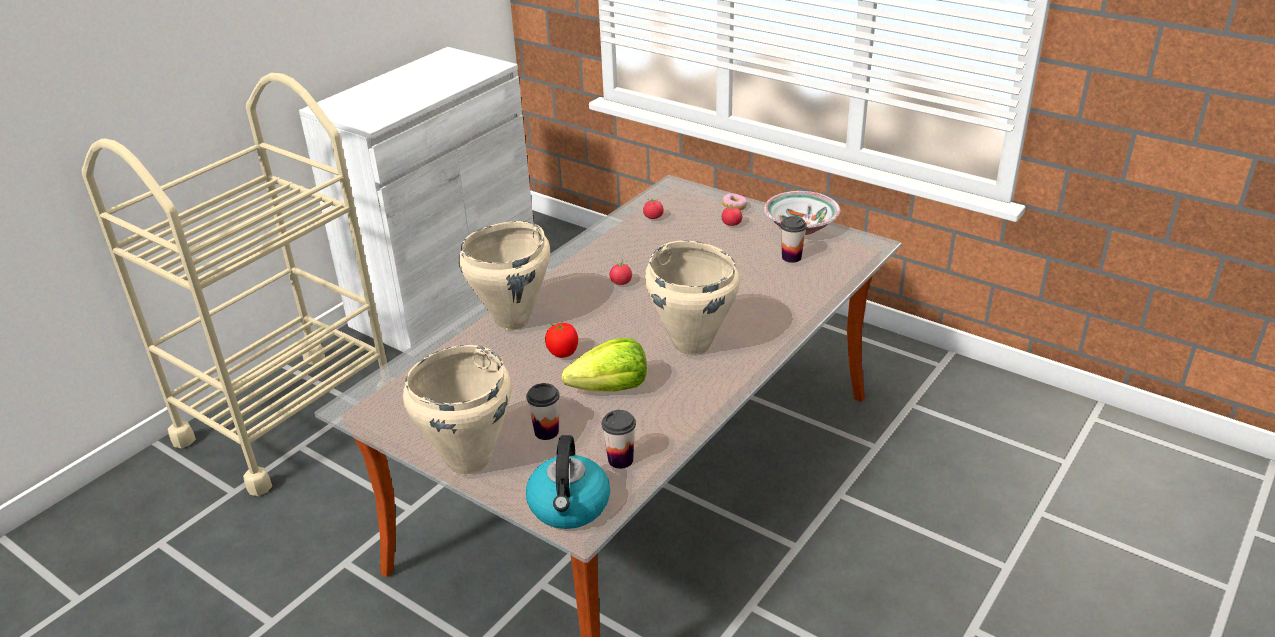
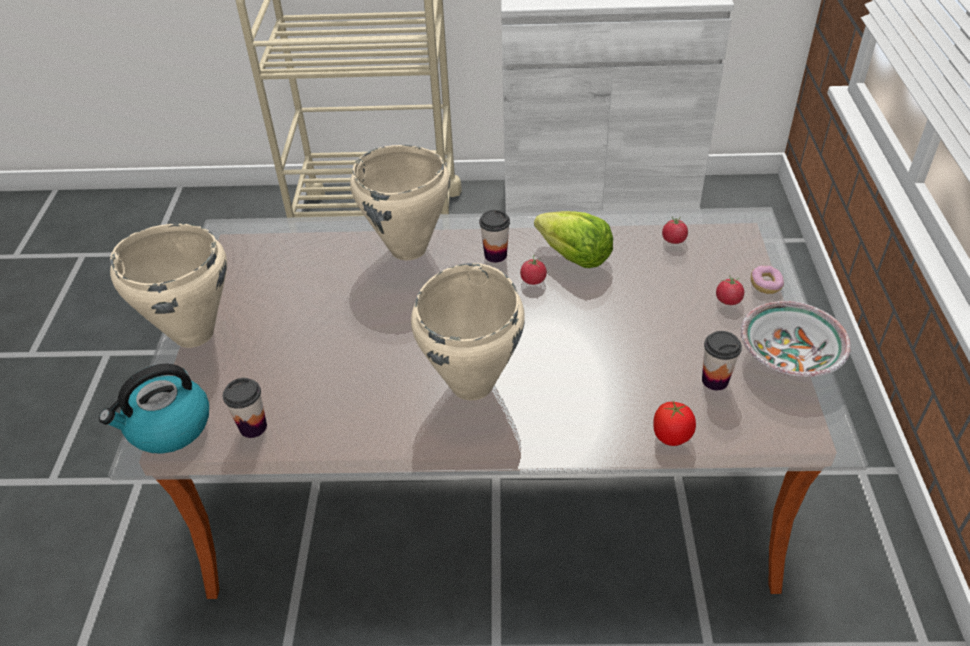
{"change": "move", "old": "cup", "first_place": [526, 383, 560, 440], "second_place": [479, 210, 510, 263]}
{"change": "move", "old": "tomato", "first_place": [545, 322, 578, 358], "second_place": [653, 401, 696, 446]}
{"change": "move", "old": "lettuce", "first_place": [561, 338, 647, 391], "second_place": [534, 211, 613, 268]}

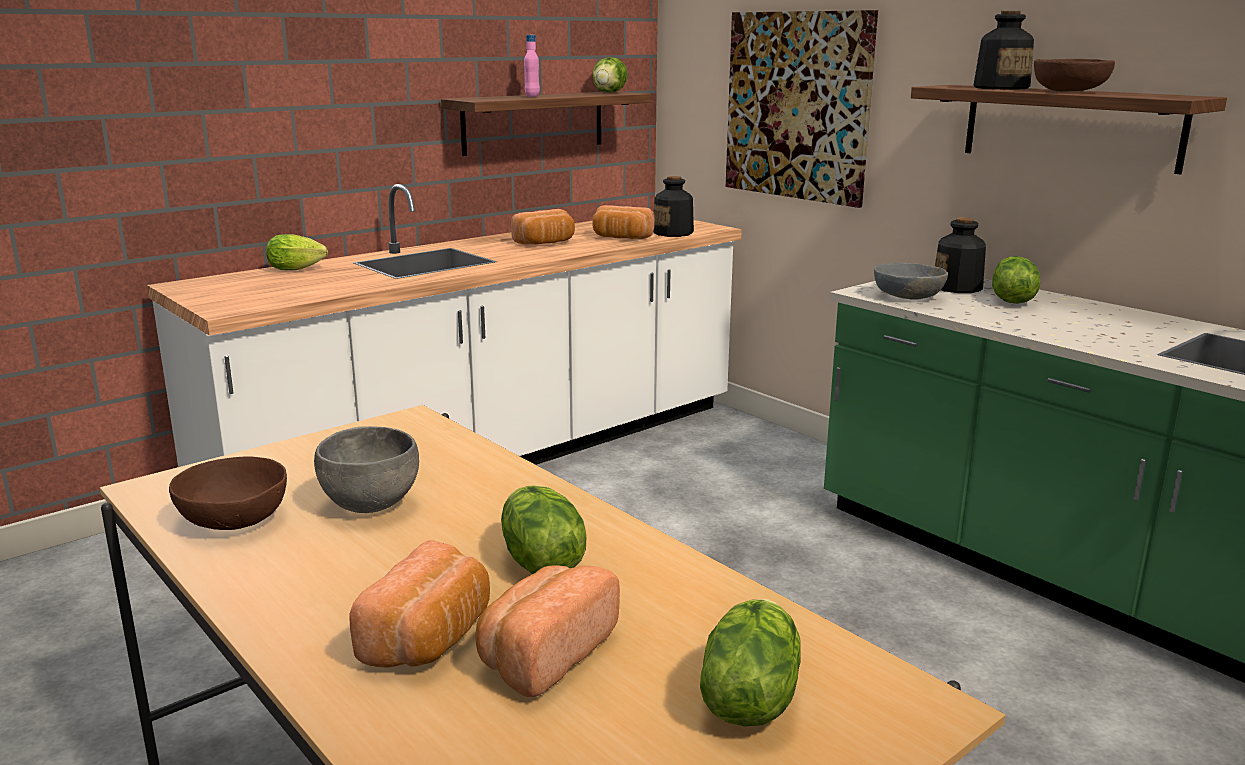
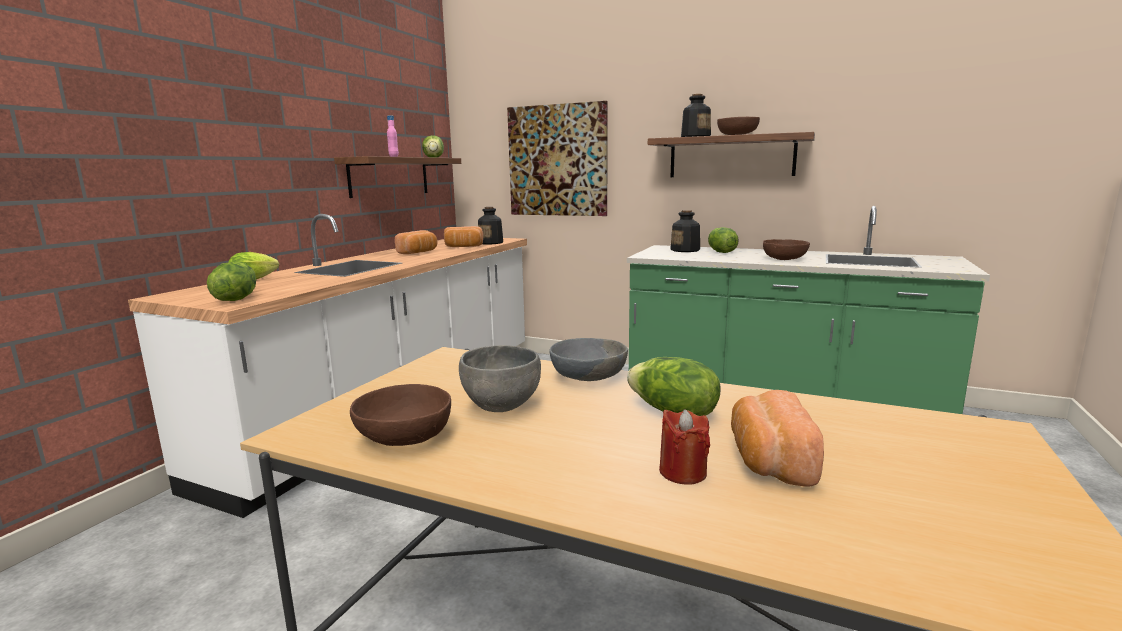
{"change": "replace", "old": "bread", "new": "red candle", "first_place": [349, 540, 490, 668], "second_place": [659, 409, 710, 485]}
{"change": "move", "old": "lettuce", "first_place": [700, 599, 801, 726], "second_place": [207, 262, 256, 301]}
{"change": "move", "old": "grey bowl", "first_place": [874, 263, 948, 299], "second_place": [549, 338, 628, 381]}
{"change": "insert", "new": "brown bowl", "second_place": [763, 239, 810, 260]}

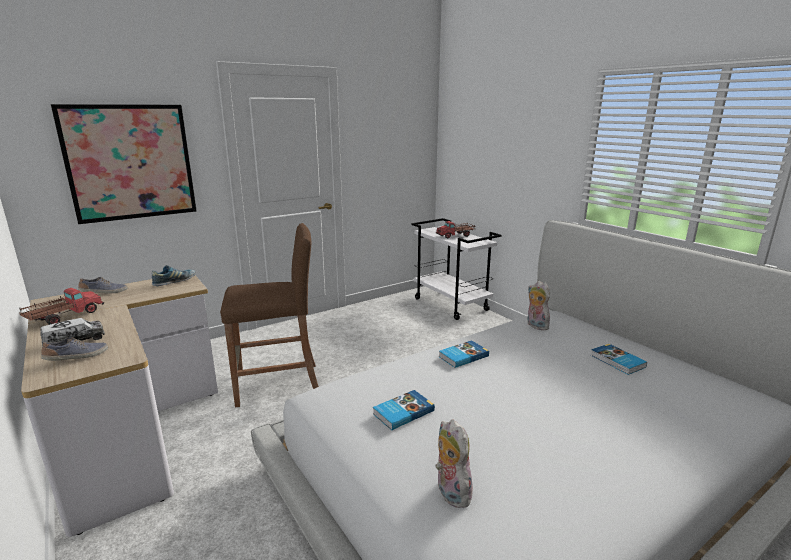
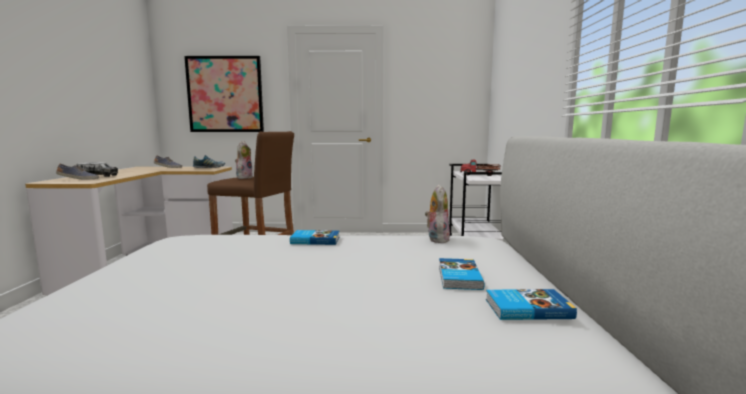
{"change": "delete", "old": "toy truck", "first_place": [19, 288, 104, 325]}
{"change": "move", "old": "book", "first_place": [373, 390, 435, 430], "second_place": [486, 289, 577, 320]}
{"change": "move", "old": "plush toy", "first_place": [435, 419, 473, 508], "second_place": [235, 141, 253, 179]}

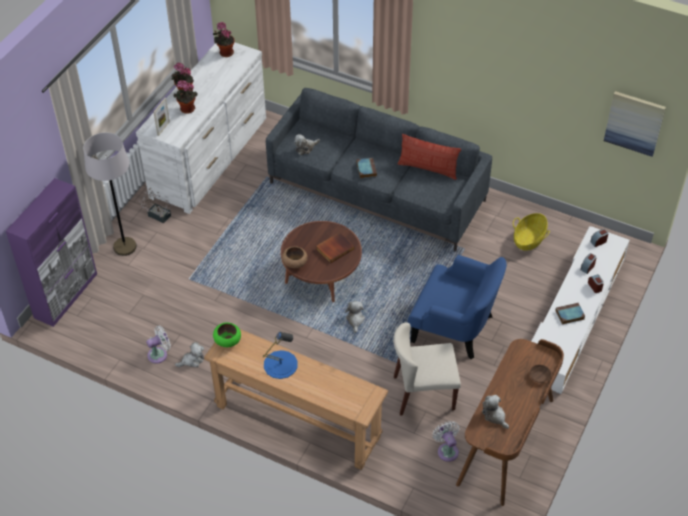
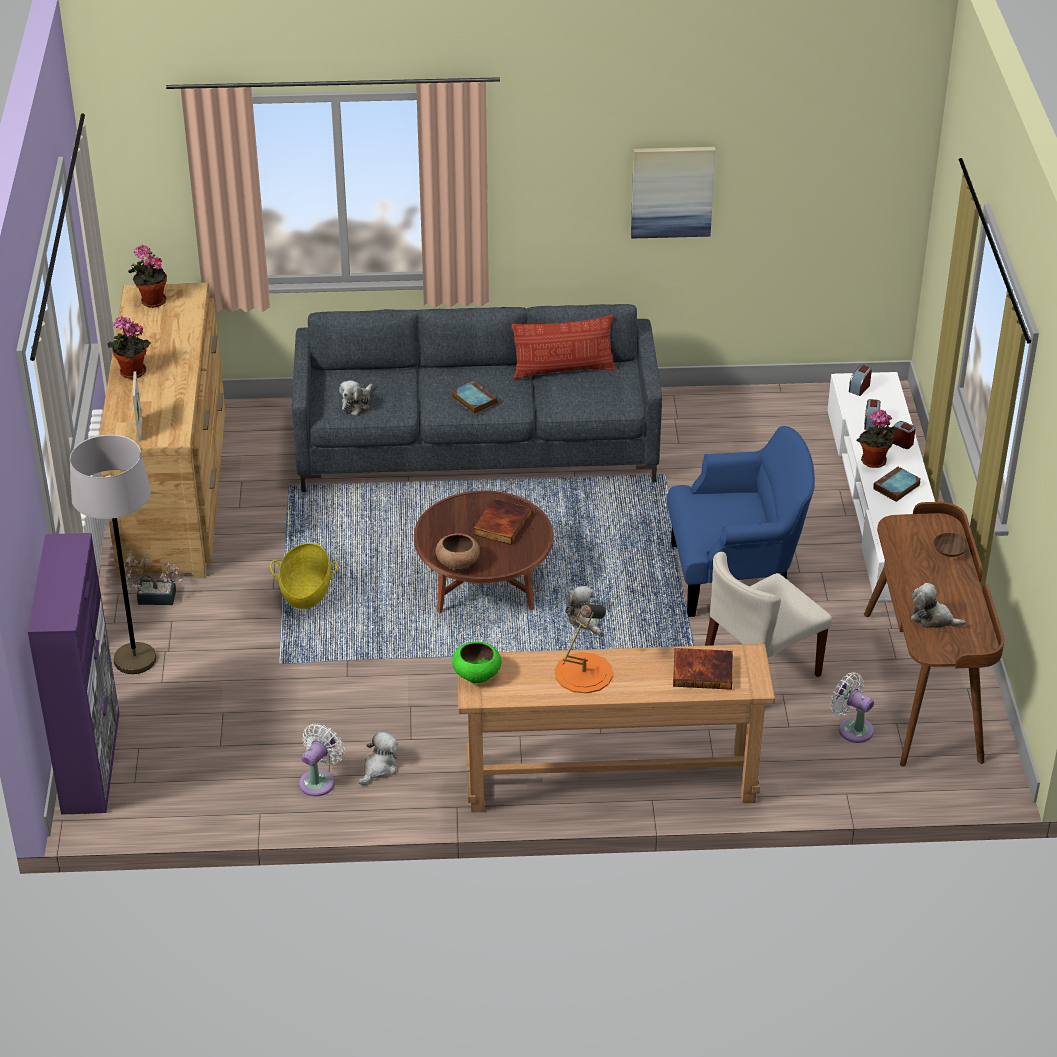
{"change": "recolor", "old": "white dresser", "new": "brown dresser", "first_place": [136, 42, 266, 214], "second_place": [99, 283, 225, 580]}
{"change": "move", "old": "potted plant", "first_place": [173, 80, 198, 114], "second_place": [856, 410, 896, 468]}
{"change": "recolor", "old": "blue table lamp", "new": "orange table lamp", "first_place": [263, 332, 298, 379], "second_place": [555, 604, 613, 694]}
{"change": "move", "old": "basket", "first_place": [513, 213, 550, 251], "second_place": [270, 543, 338, 609]}
{"change": "move", "old": "picture", "first_place": [604, 91, 666, 157], "second_place": [631, 147, 715, 239]}
{"change": "insert", "new": "book", "second_place": [673, 648, 733, 690]}

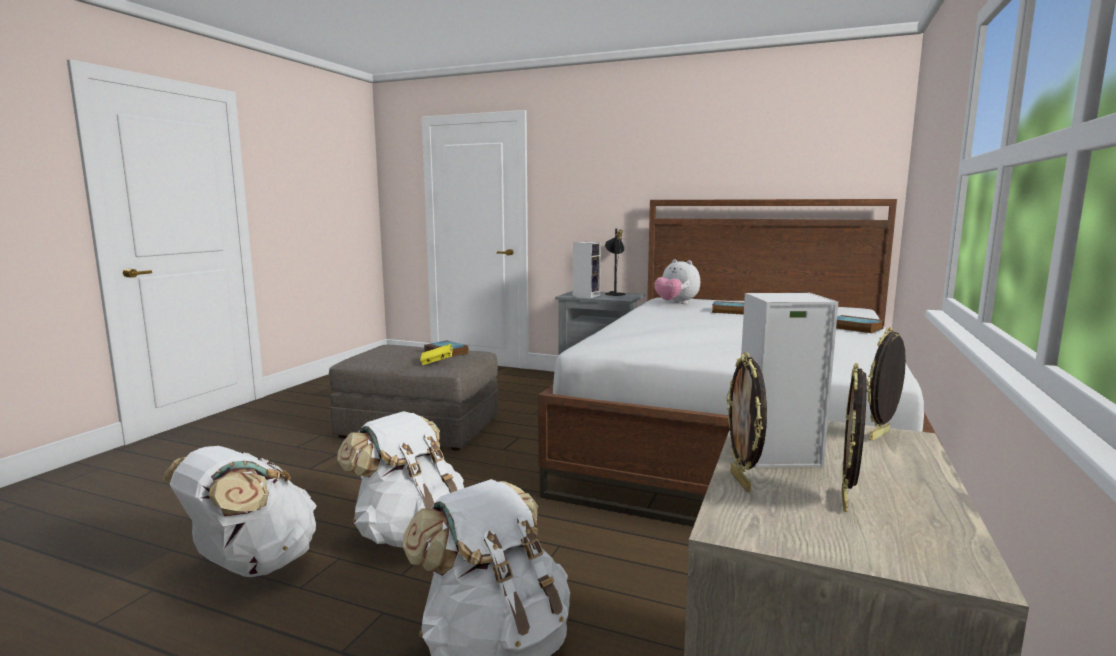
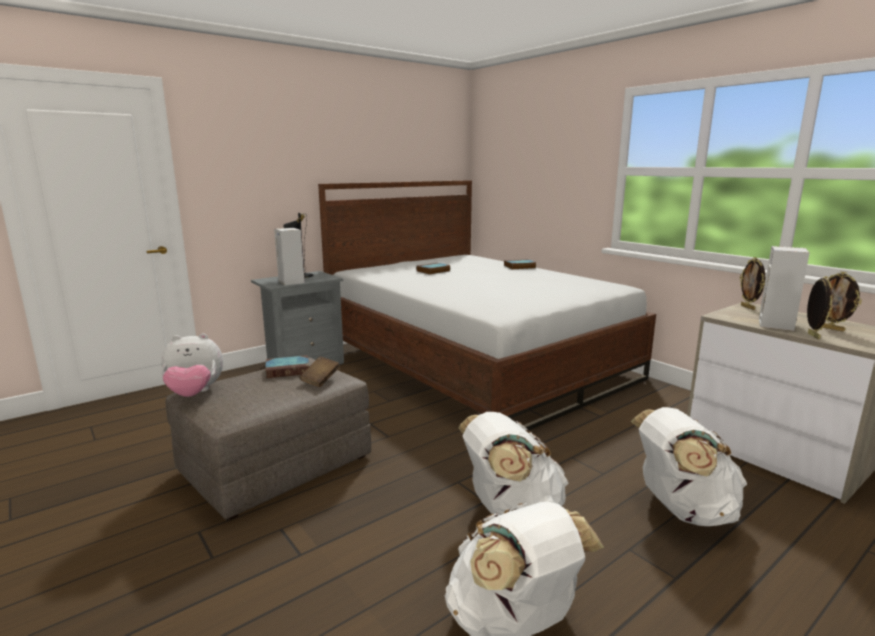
{"change": "recolor", "old": "yellow book", "new": "brown book", "first_place": [420, 344, 453, 365], "second_place": [300, 356, 339, 387]}
{"change": "move", "old": "plush toy", "first_place": [654, 259, 700, 304], "second_place": [161, 333, 223, 397]}
{"change": "rotate", "old": "picture frame", "first_place": [727, 352, 767, 492], "second_place": [807, 276, 832, 340], "degrees": -105}

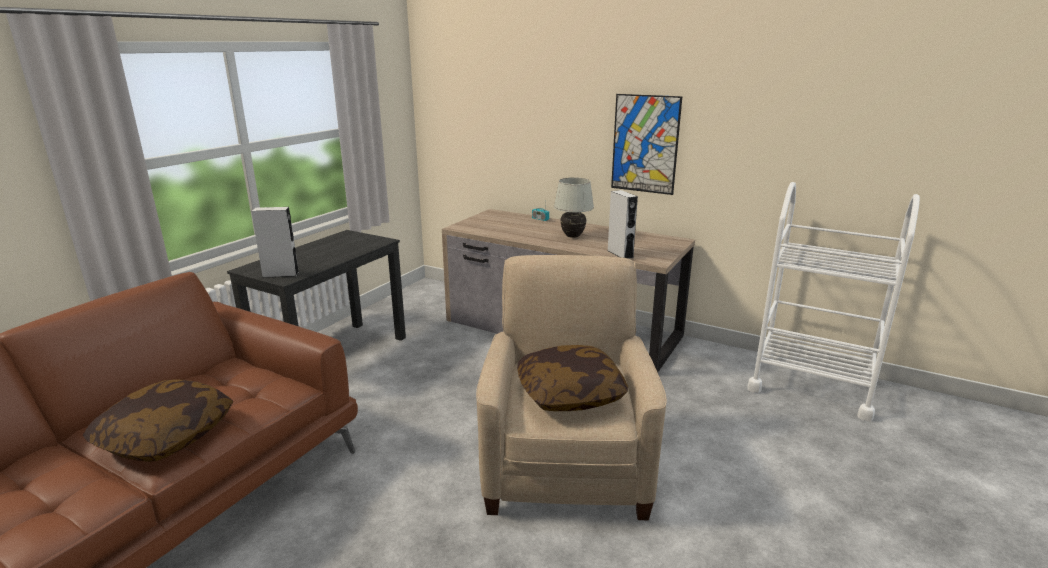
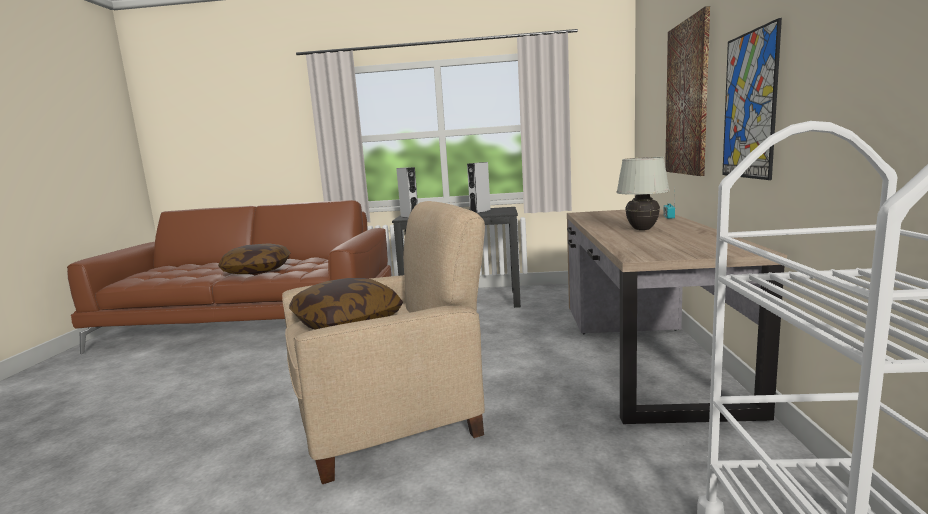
{"change": "move", "old": "grey speaker", "first_place": [608, 190, 638, 259], "second_place": [467, 162, 491, 213]}
{"change": "insert", "new": "picture", "second_place": [665, 6, 710, 176]}

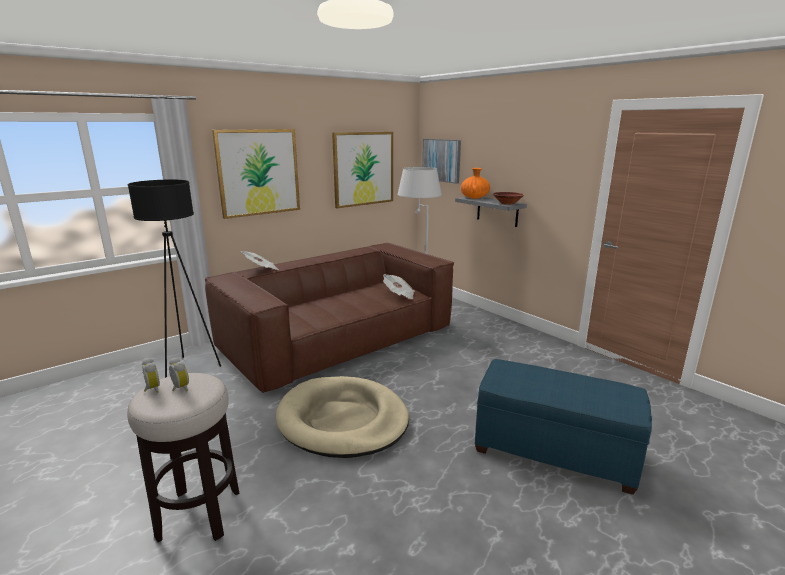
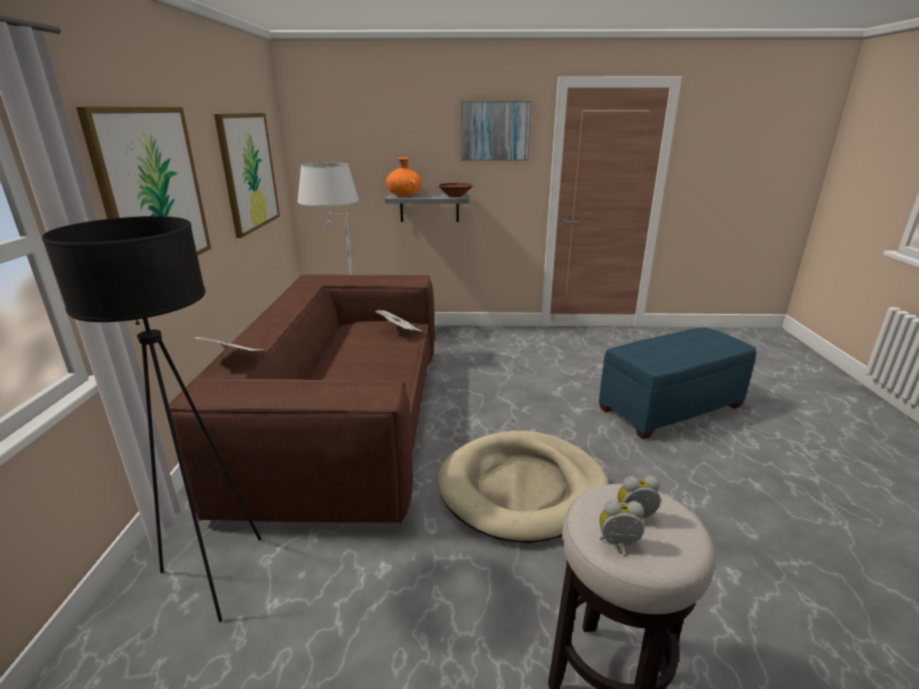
{"change": "move", "old": "picture", "first_place": [422, 139, 461, 184], "second_place": [462, 101, 532, 161]}

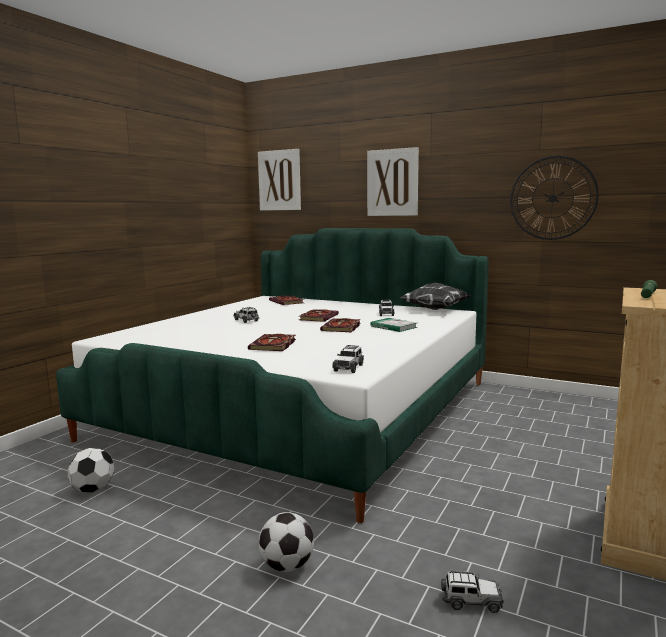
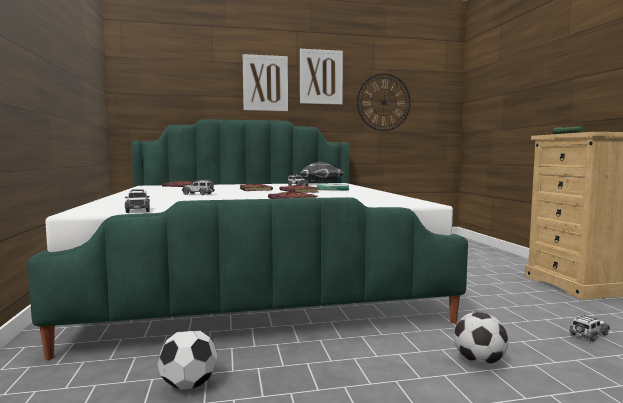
{"change": "move", "old": "picture", "first_place": [258, 149, 301, 211], "second_place": [300, 49, 343, 105]}
{"change": "move", "old": "toy car", "first_place": [332, 345, 364, 373], "second_place": [125, 189, 150, 213]}

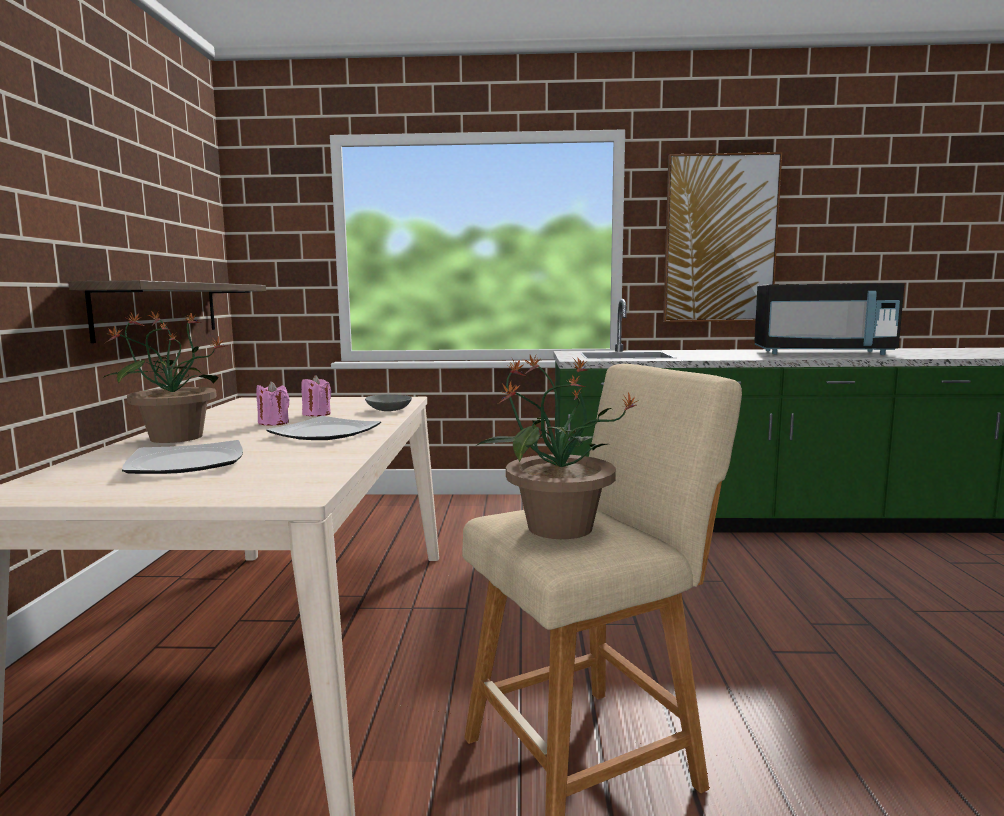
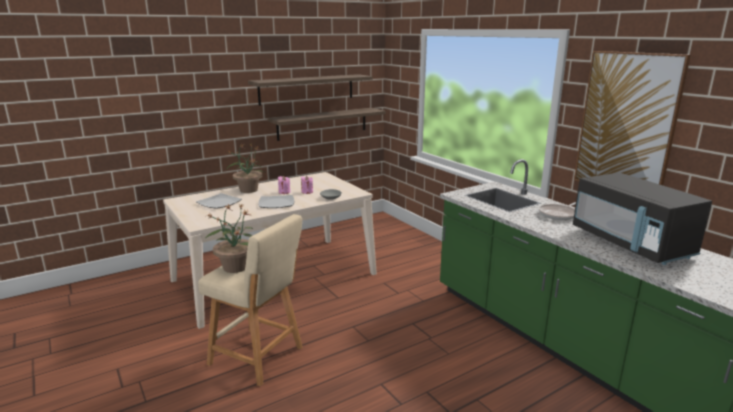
{"change": "insert", "new": "shelf", "second_place": [248, 74, 373, 106]}
{"change": "insert", "new": "frying pan", "second_place": [539, 202, 576, 220]}

